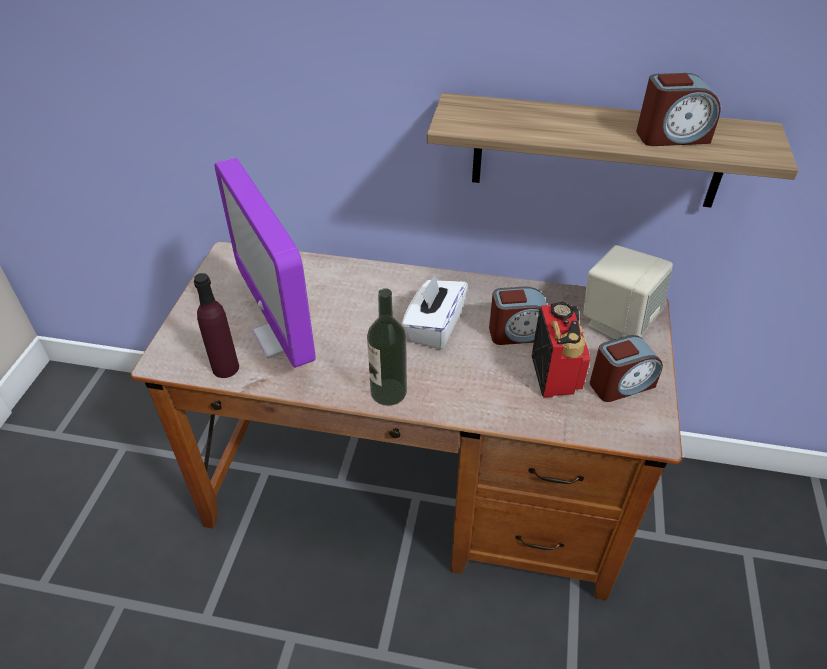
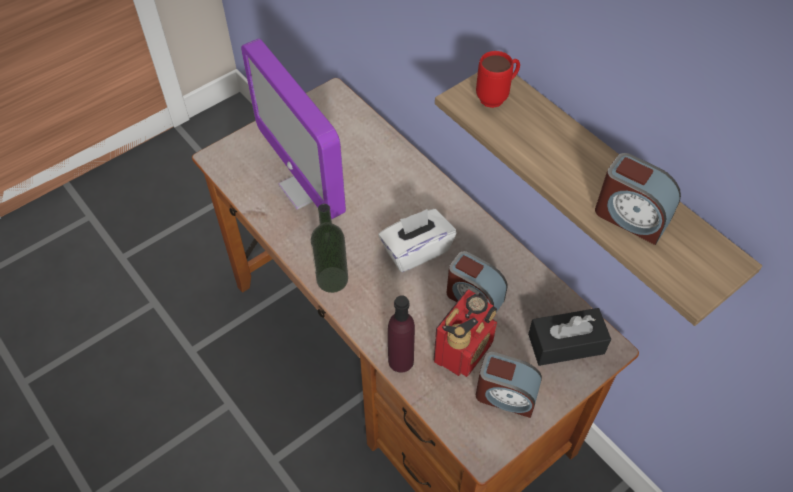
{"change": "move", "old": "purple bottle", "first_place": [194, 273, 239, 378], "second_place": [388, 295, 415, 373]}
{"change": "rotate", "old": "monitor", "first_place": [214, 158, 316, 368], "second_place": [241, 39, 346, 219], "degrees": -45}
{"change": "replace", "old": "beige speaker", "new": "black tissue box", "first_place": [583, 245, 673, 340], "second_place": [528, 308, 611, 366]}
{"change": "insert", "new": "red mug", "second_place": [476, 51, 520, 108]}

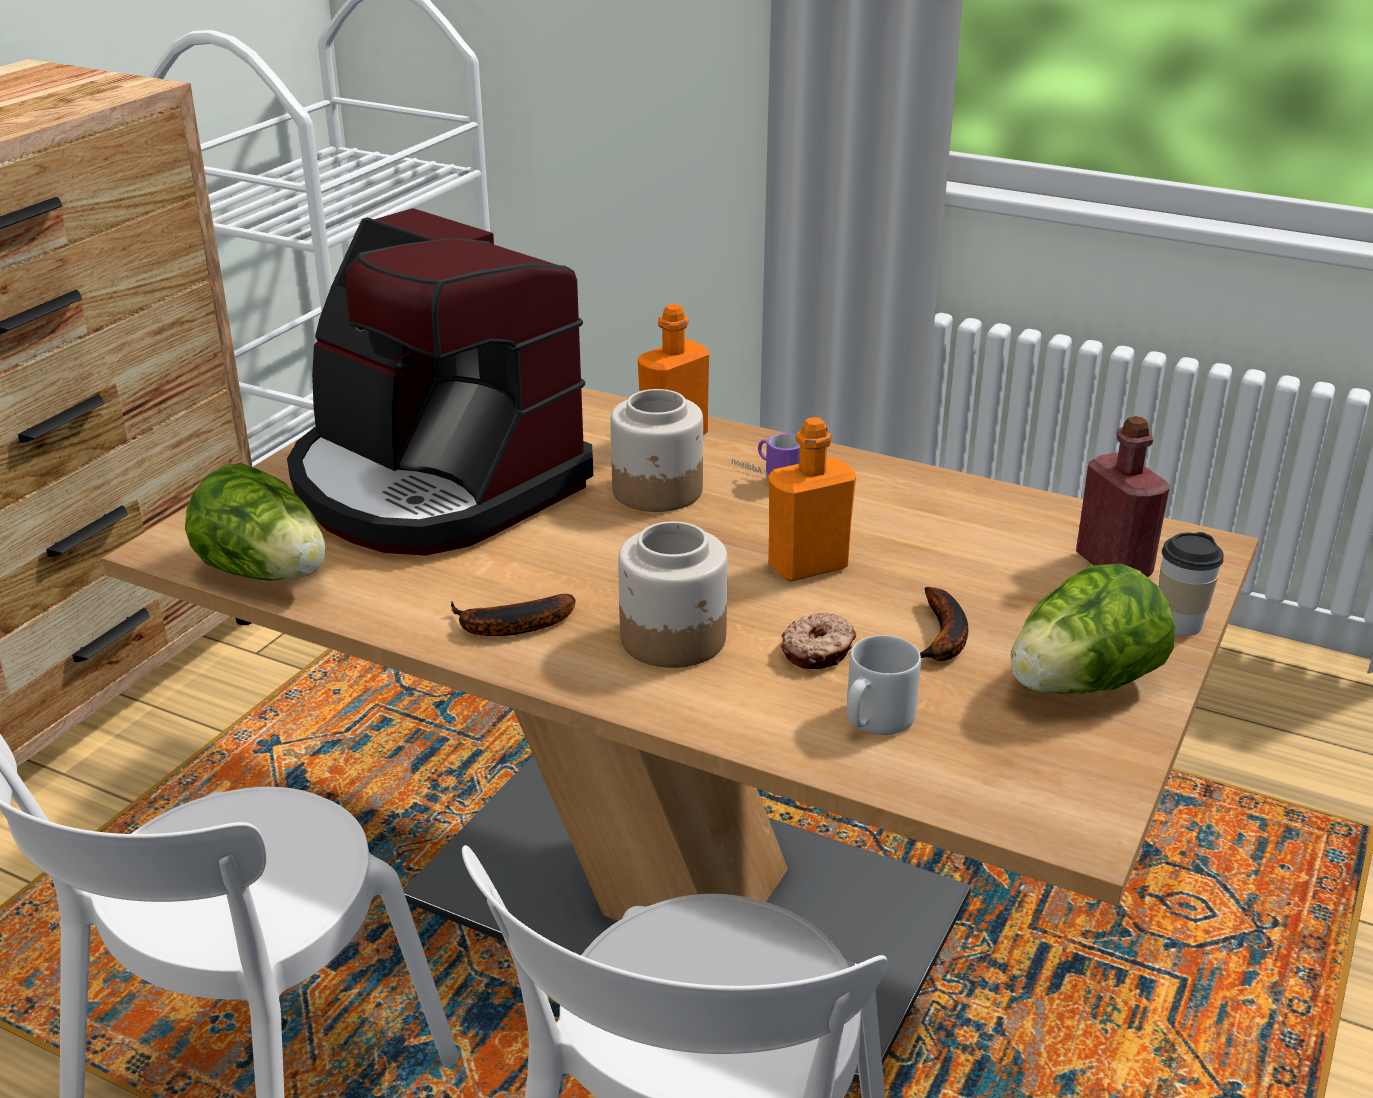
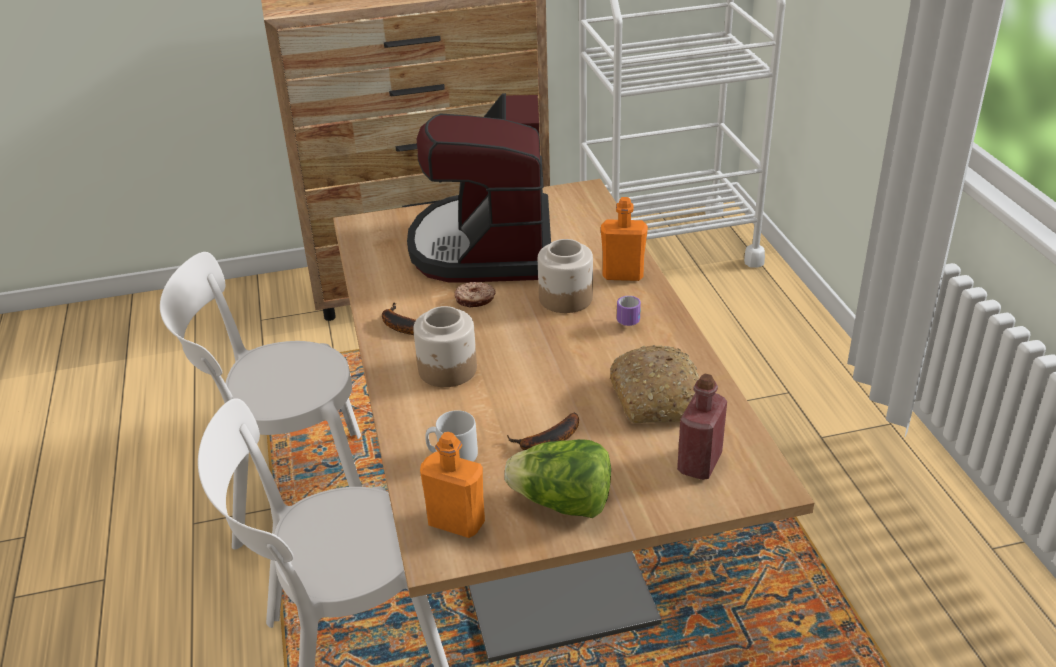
{"change": "delete", "old": "lettuce", "first_place": [185, 463, 326, 580]}
{"change": "move", "old": "orange bottle", "first_place": [768, 417, 856, 582], "second_place": [420, 432, 485, 538]}
{"change": "move", "old": "donut", "first_place": [780, 613, 856, 669], "second_place": [455, 282, 496, 308]}
{"change": "delete", "old": "cup", "first_place": [1159, 532, 1224, 636]}
{"change": "insert", "new": "bread", "second_place": [610, 345, 699, 423]}

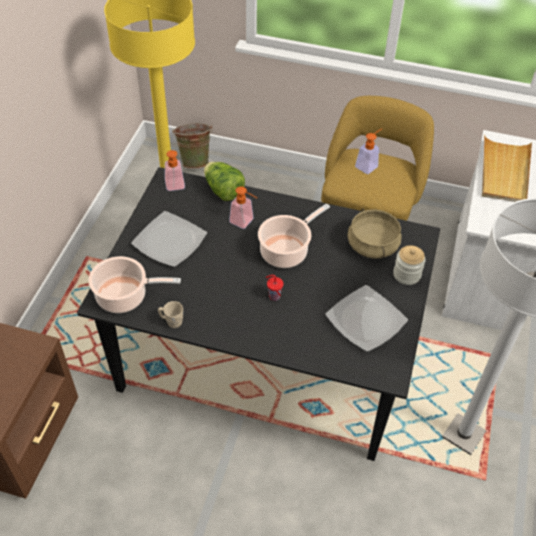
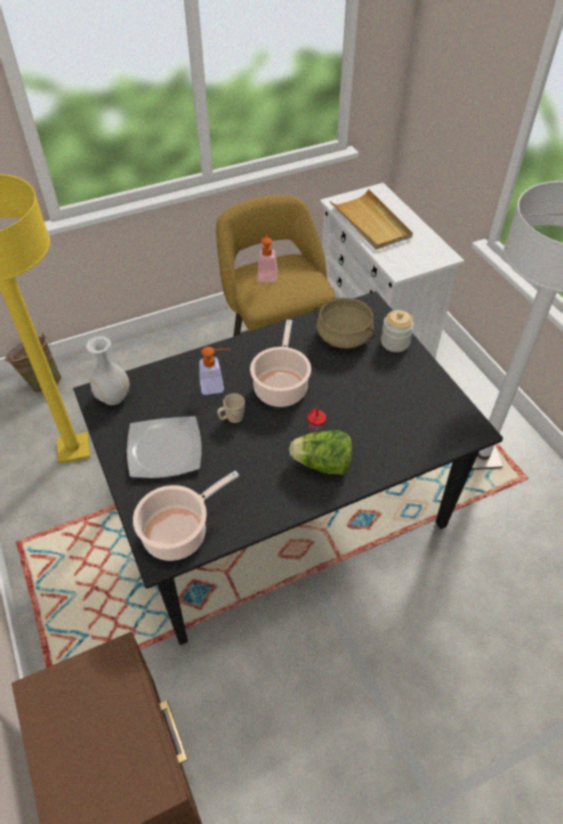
{"change": "move", "old": "beige mug", "first_place": [158, 301, 183, 328], "second_place": [217, 393, 245, 423]}
{"change": "replace", "old": "soap dispenser", "new": "white vase", "first_place": [165, 150, 185, 191], "second_place": [86, 336, 130, 405]}
{"change": "move", "old": "lettuce", "first_place": [204, 162, 245, 201], "second_place": [289, 430, 352, 475]}
{"change": "delete", "old": "plate", "first_place": [325, 285, 408, 352]}

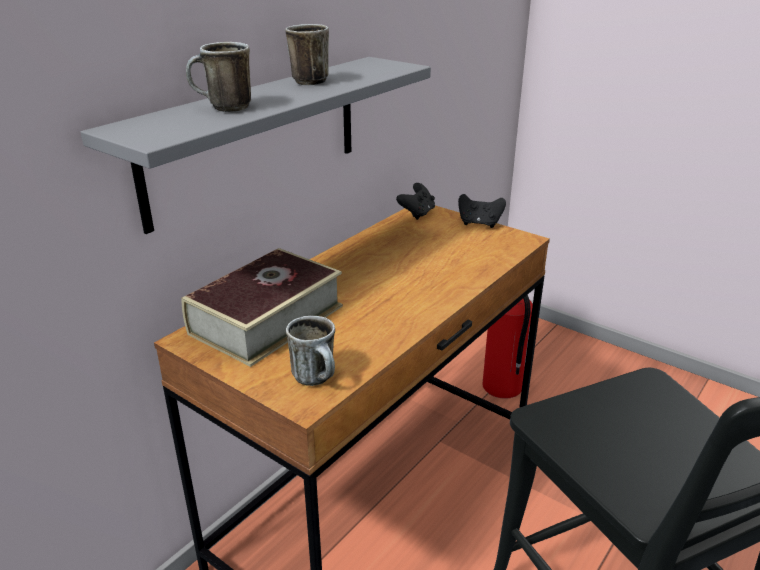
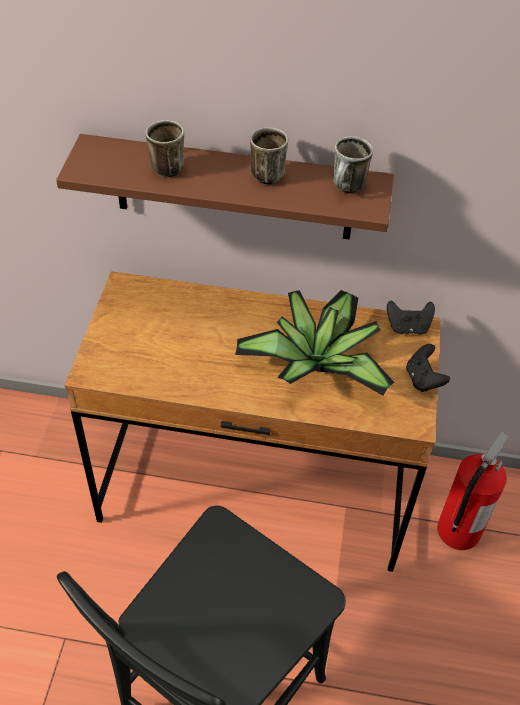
{"change": "recolor", "old": "grey shelf", "new": "brown shelf", "first_place": [81, 57, 431, 234], "second_place": [56, 134, 394, 240]}
{"change": "delete", "old": "book", "first_place": [181, 248, 343, 367]}
{"change": "move", "old": "mug", "first_place": [286, 316, 335, 386], "second_place": [333, 136, 373, 193]}
{"change": "insert", "new": "potted plant", "second_place": [235, 290, 394, 396]}

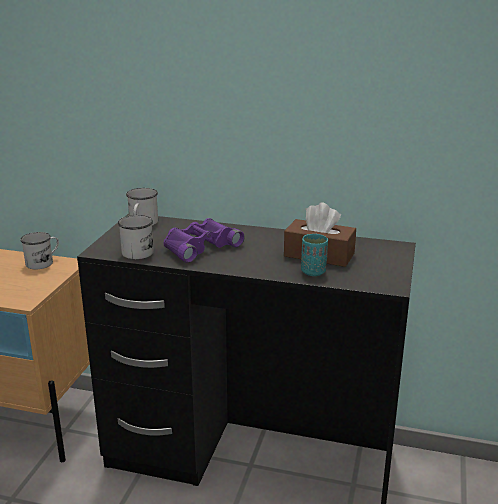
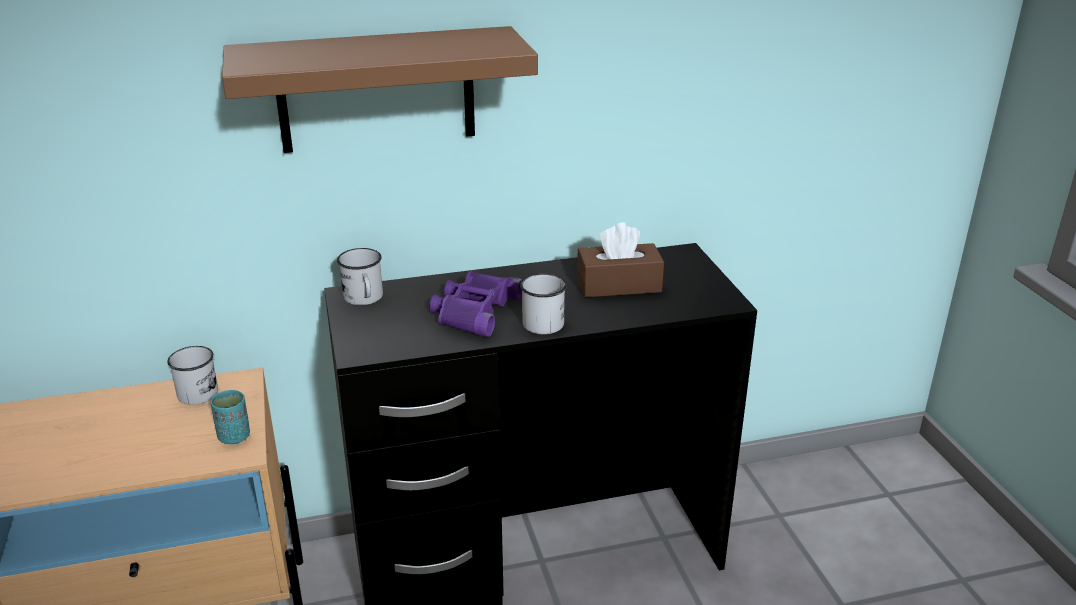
{"change": "move", "old": "white mug", "first_place": [118, 215, 154, 259], "second_place": [520, 274, 567, 334]}
{"change": "move", "old": "turquoise cup", "first_place": [301, 234, 328, 276], "second_place": [211, 390, 250, 444]}
{"change": "insert", "new": "brown shelf", "second_place": [222, 26, 538, 153]}

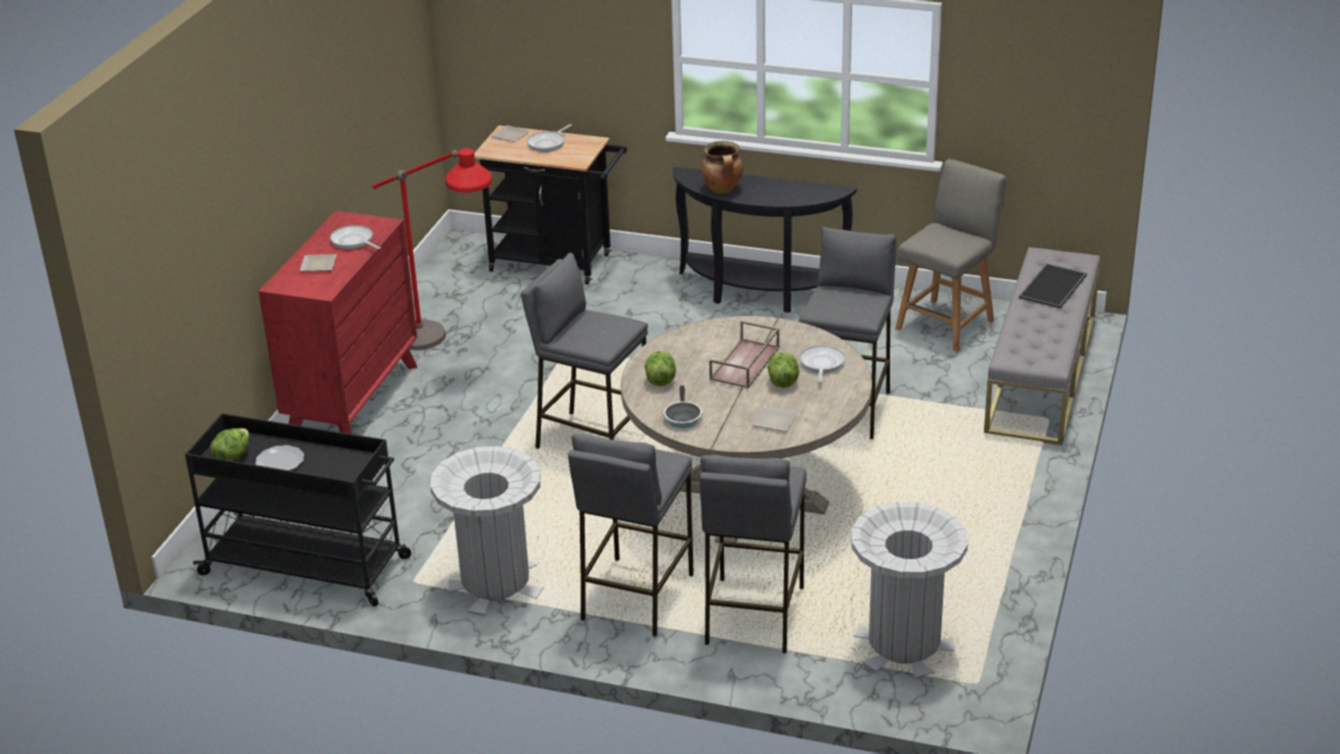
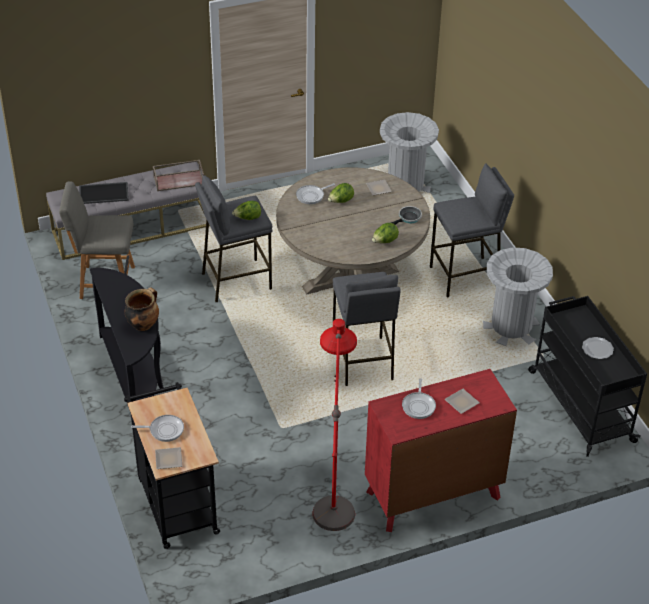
{"change": "move", "old": "lettuce", "first_place": [210, 428, 249, 462], "second_place": [232, 201, 261, 220]}
{"change": "delete", "old": "grey stool", "first_place": [700, 455, 806, 653]}
{"change": "move", "old": "brown tray", "first_place": [709, 320, 779, 389], "second_place": [153, 160, 204, 191]}

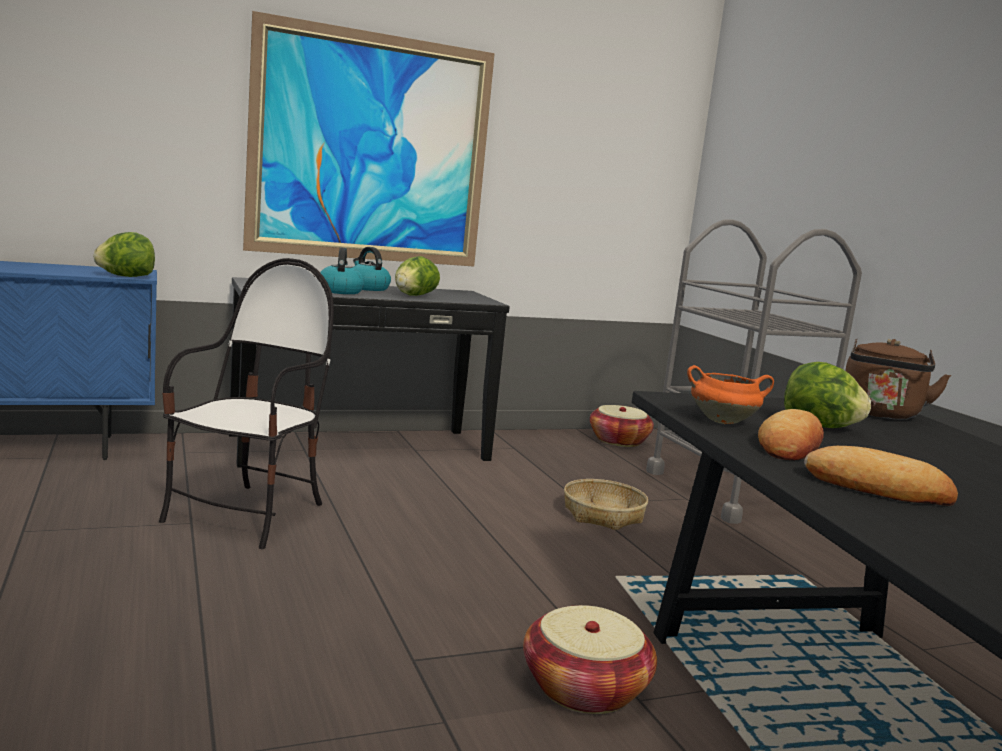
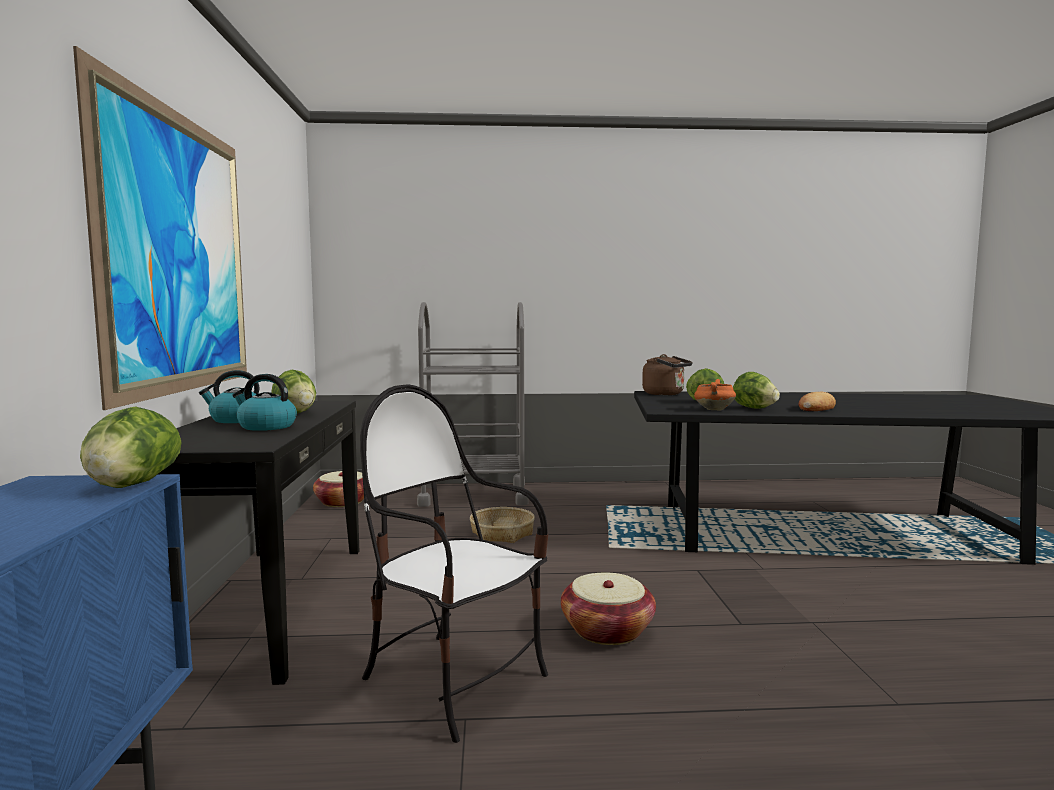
{"change": "move", "old": "basket", "first_place": [523, 605, 657, 714], "second_place": [561, 573, 656, 645]}
{"change": "replace", "old": "bread", "new": "lettuce", "first_place": [758, 409, 824, 460], "second_place": [733, 372, 780, 409]}

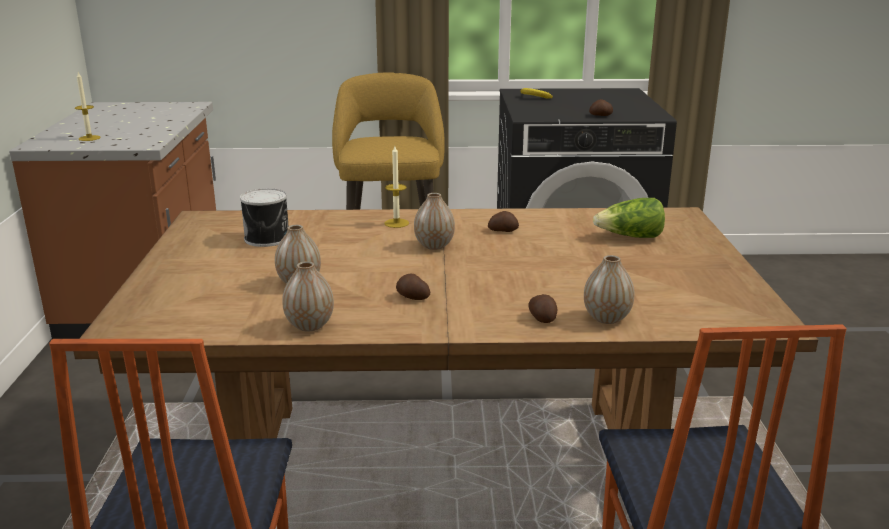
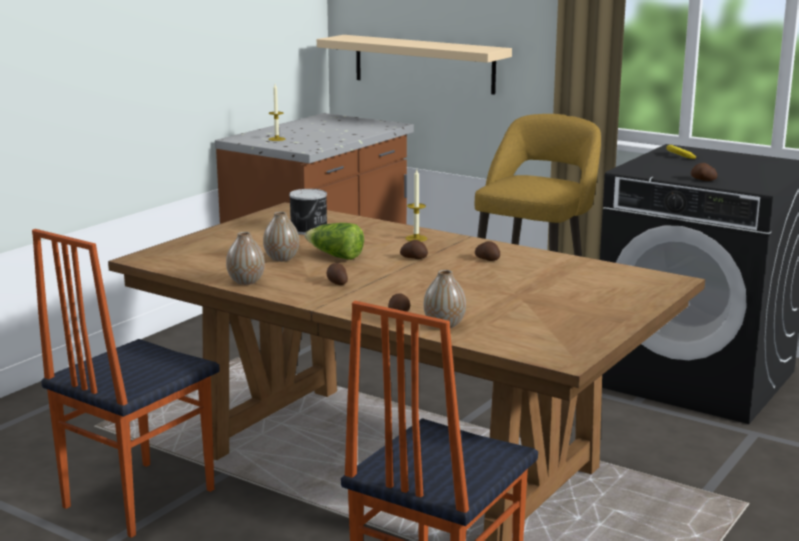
{"change": "replace", "old": "vase", "new": "potato", "first_place": [414, 193, 455, 250], "second_place": [400, 240, 428, 259]}
{"change": "move", "old": "lettuce", "first_place": [593, 198, 665, 238], "second_place": [305, 223, 364, 260]}
{"change": "insert", "new": "beige shelf", "second_place": [317, 35, 512, 95]}

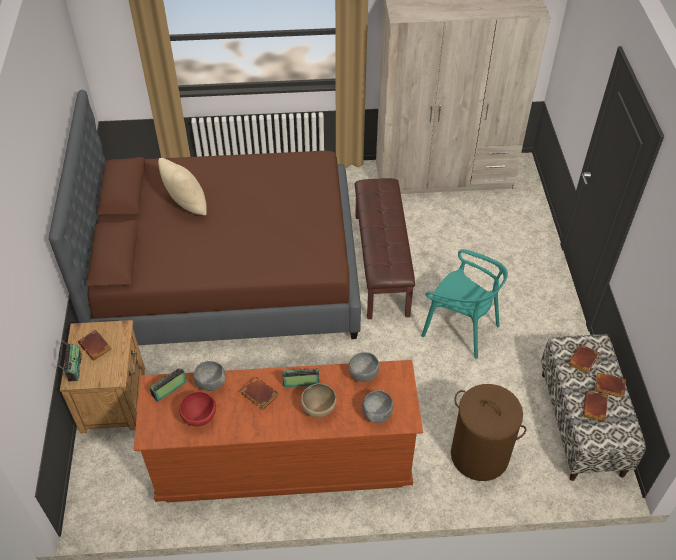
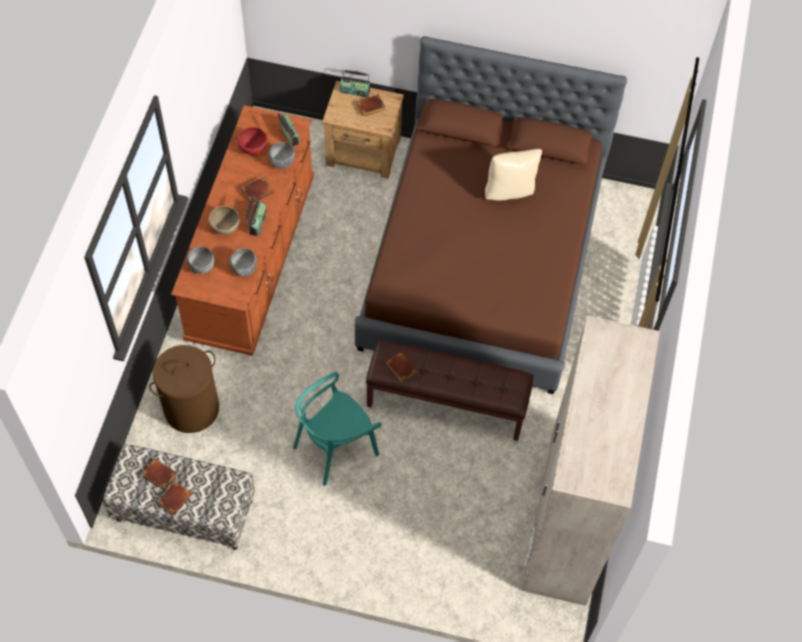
{"change": "move", "old": "brown book", "first_place": [568, 344, 600, 374], "second_place": [386, 352, 418, 383]}

